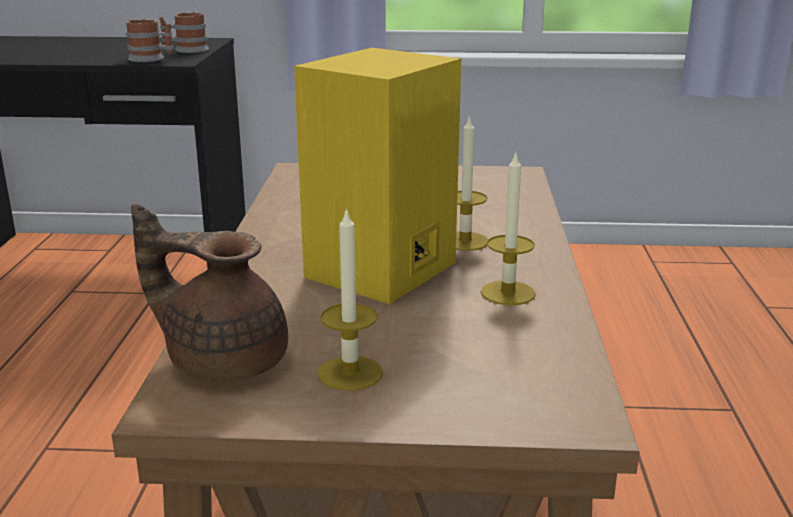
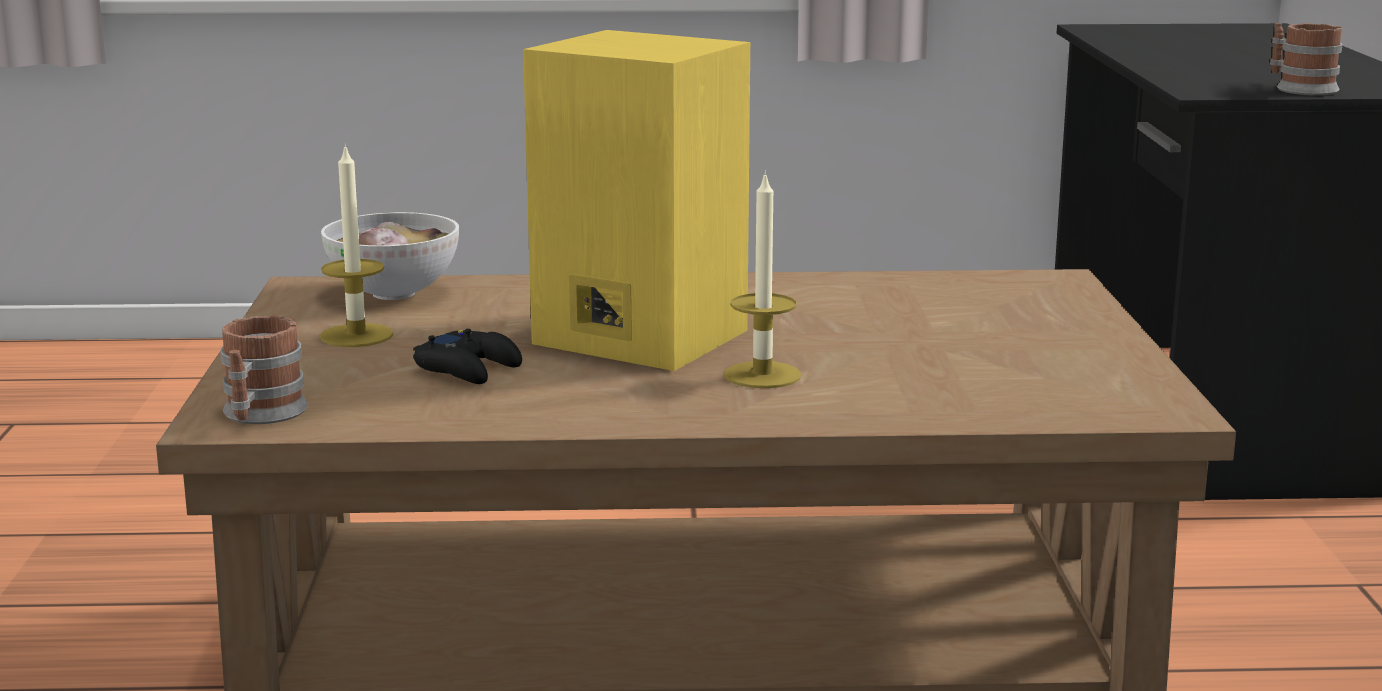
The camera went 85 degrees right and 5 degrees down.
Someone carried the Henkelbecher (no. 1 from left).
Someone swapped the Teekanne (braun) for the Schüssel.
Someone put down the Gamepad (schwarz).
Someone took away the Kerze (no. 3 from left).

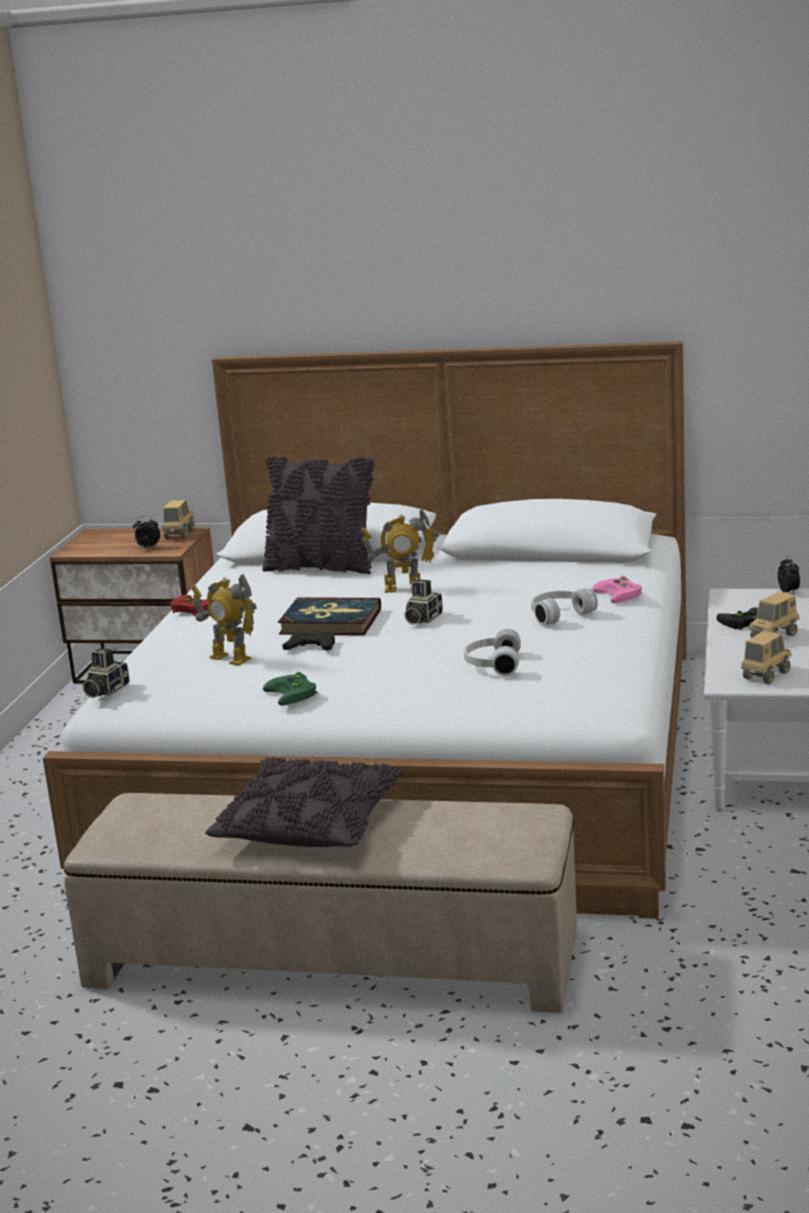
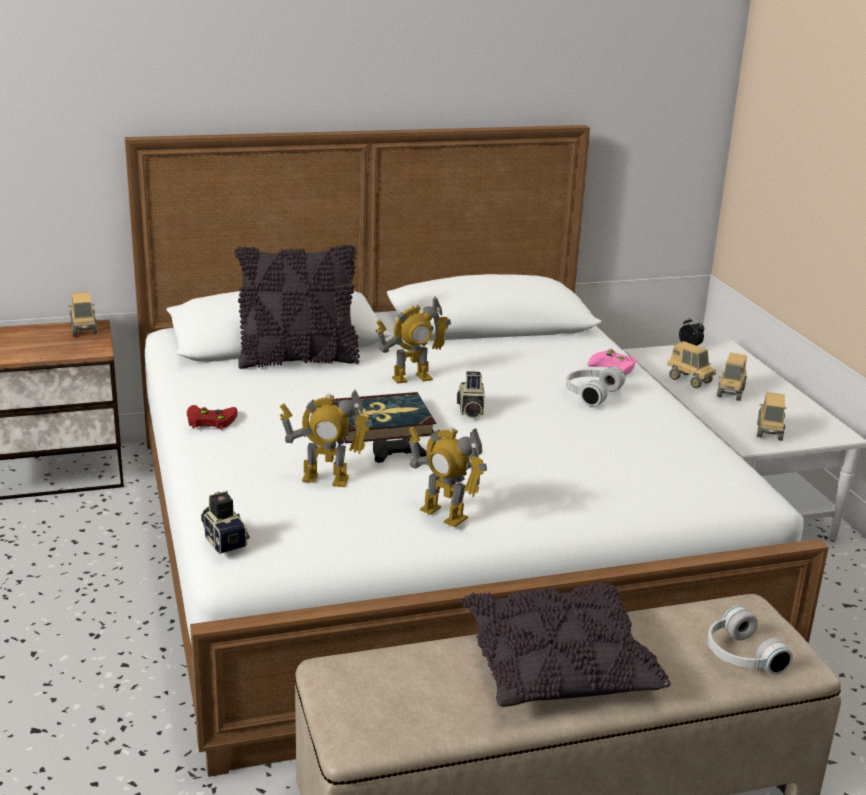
The camera went 30 degrees left and 5 degrees up.
Someone rotated the Kamera (no. 1 from left) by 150 degrees clockwise.
Someone swapped the Gamepad (grün) for the Spielzeugroboter (no. 3 from left).
Someone swapped the Gamepad (schwarz) (no. 2 from left) for the Spielzeuglaster (no. 2 from left).
Someone carried the Kopfhörer (weiß) (no. 1 from left in the first image).
Someone took away the Wecker (no. 1 from left).

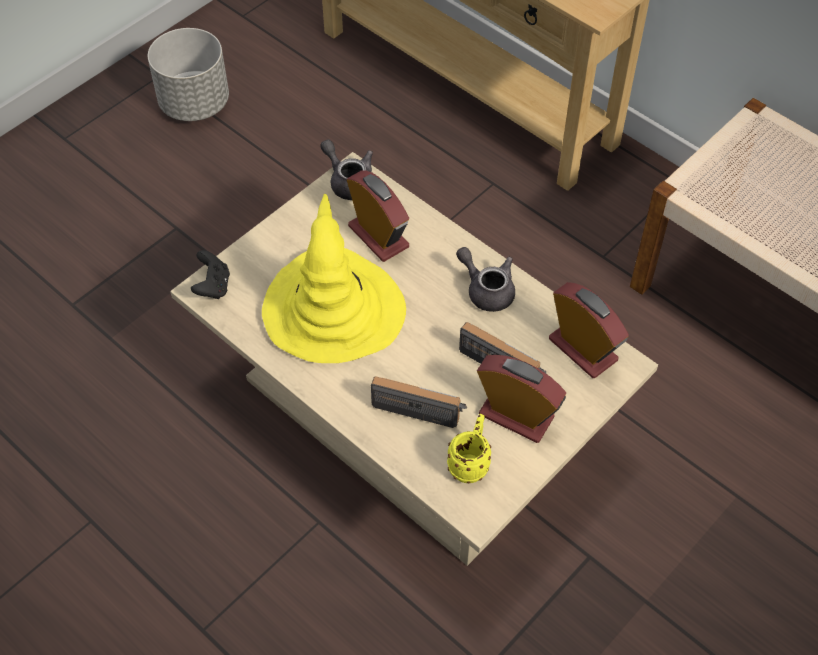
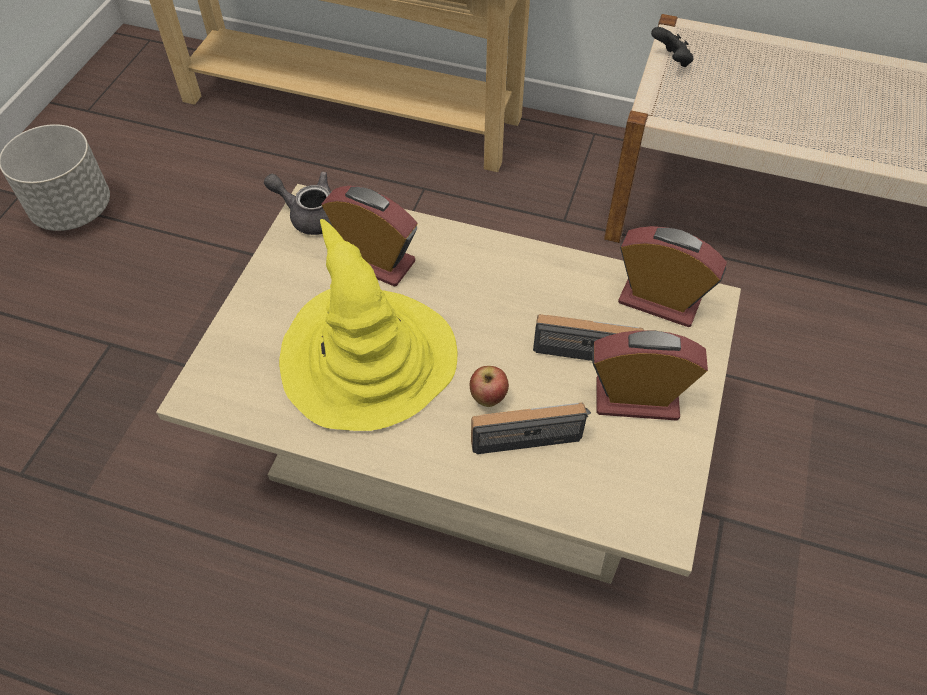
The camera went 25 degrees left and 0 degrees up.
Someone put down the Apfel.
Someone carried the Gamepad (schwarz).
Someone took away the Henkelbecher (gelb).
Someone took away the Teekanne (grau) (no. 2 from left).

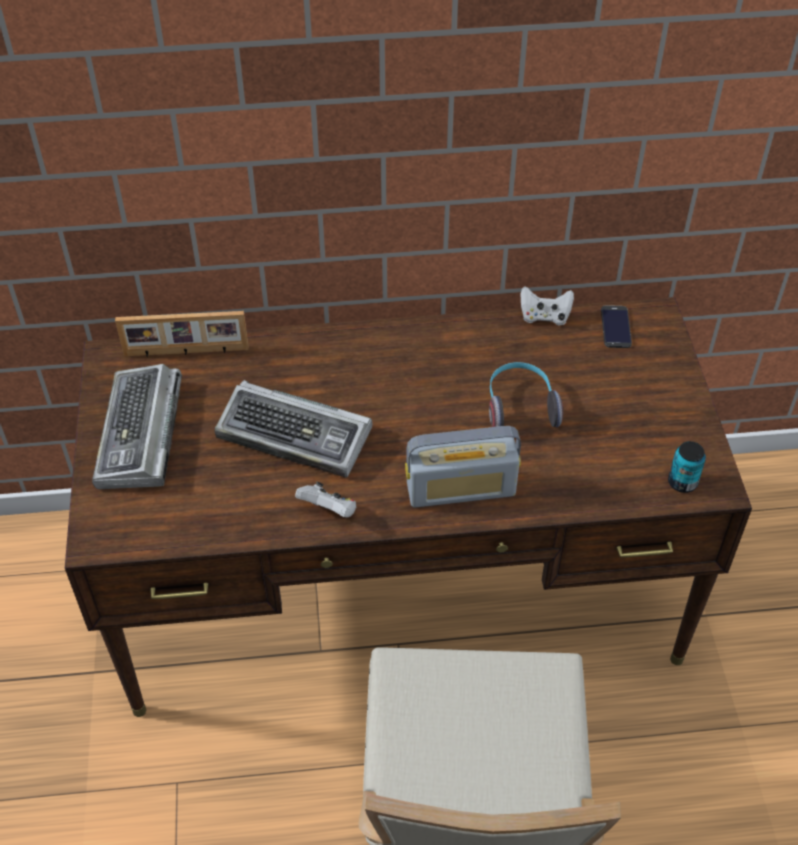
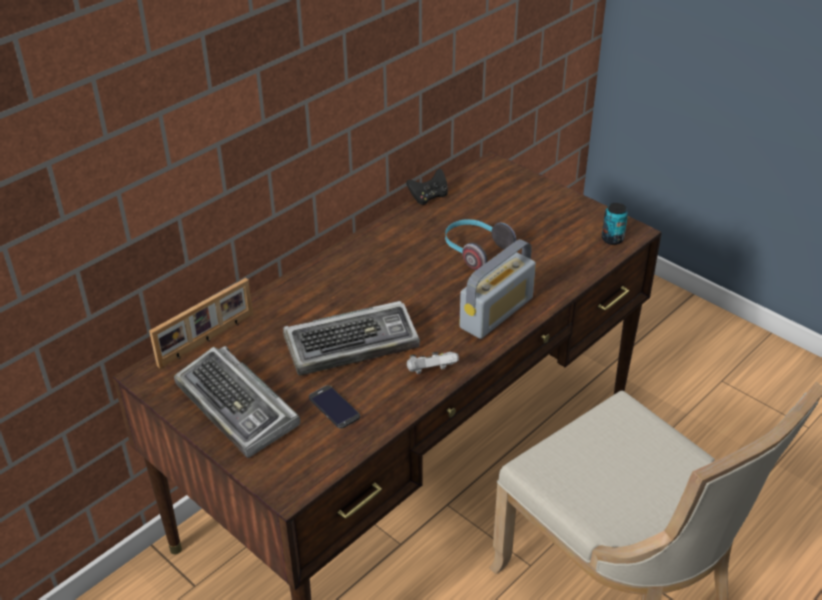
The camera went 40 degrees left and 10 degrees down.
Someone carried the Handy.
Someone repainted the Gamepad (weiß) (no. 2 from left), which became the Gamepad (schwarz).

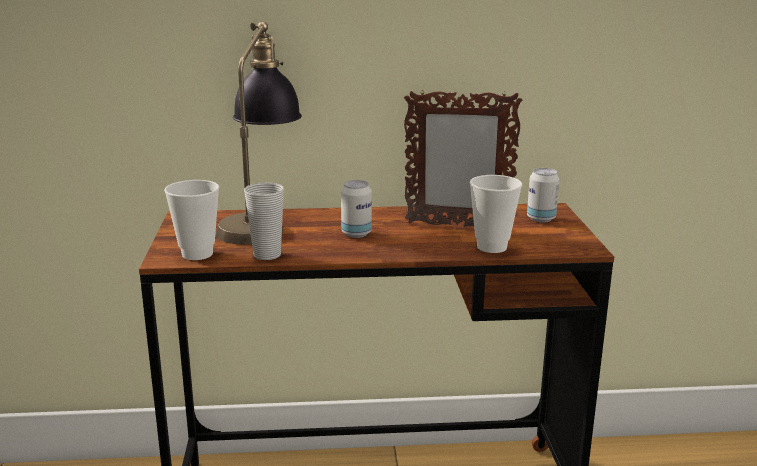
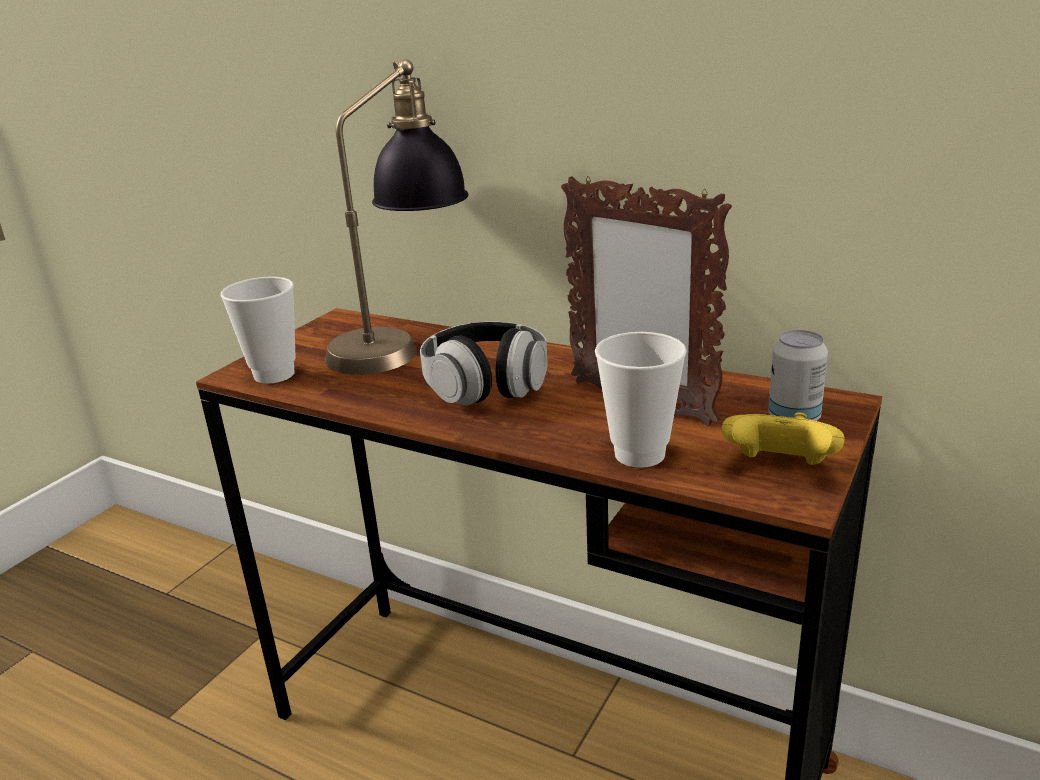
The camera went 35 degrees right and 5 degrees up.
Someone swapped the Dose (no. 1 from left) for the Kopfhörer.
Someone put down the Gamepad (gelb).
Someone took away the Tasse (no. 2 from left).

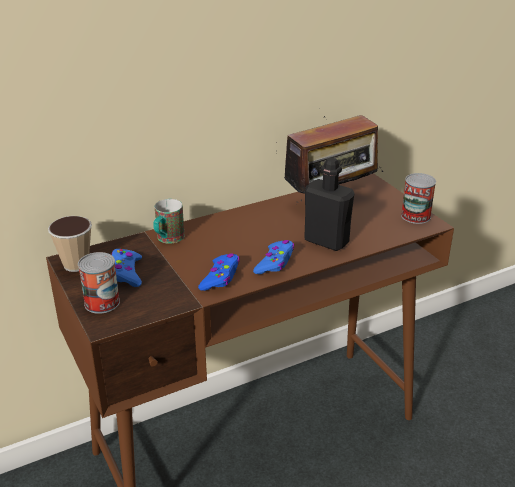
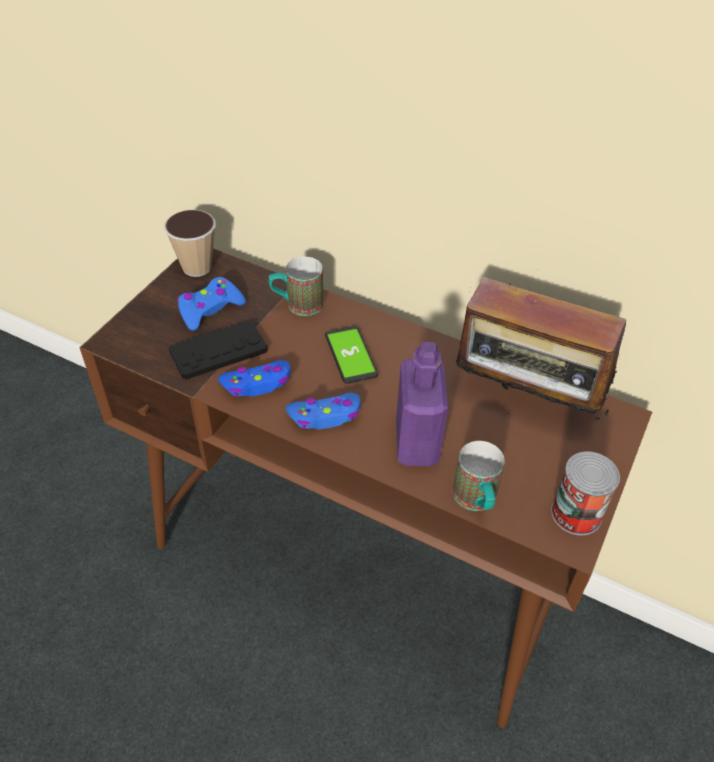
The camera went 55 degrees right and 15 degrees up.
Someone put down the Gamepad (schwarz).
Someone put down the Handy.
Someone repainted the Flasche (schwarz), which became the Flasche (lila).
Someone put down the Henkelbecher (no. 2 from left).
Someone took away the Dose (no. 1 from left).

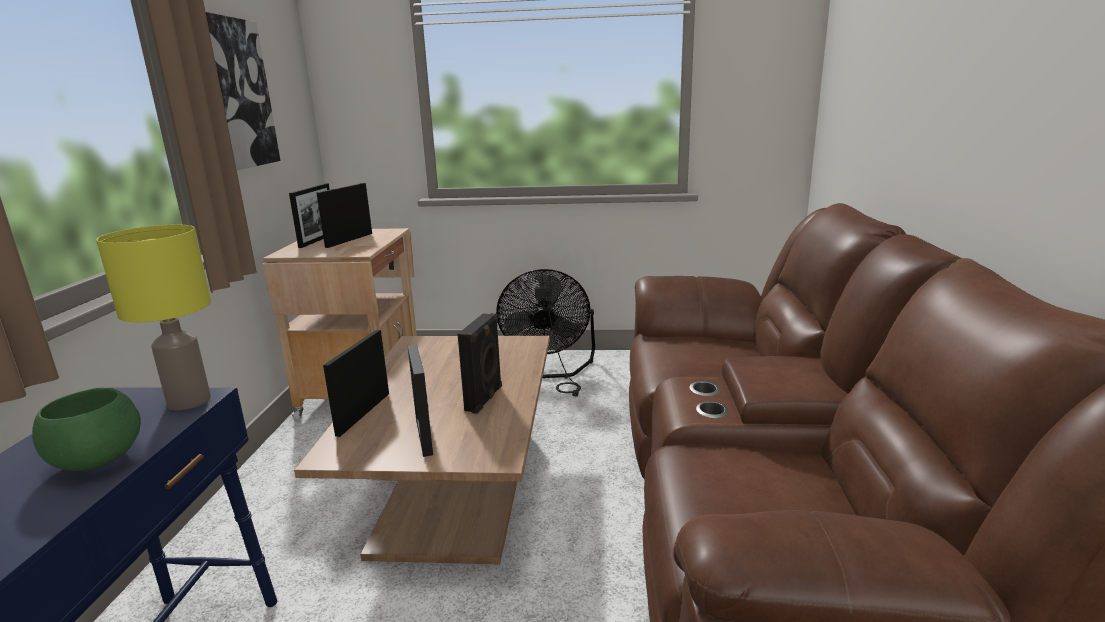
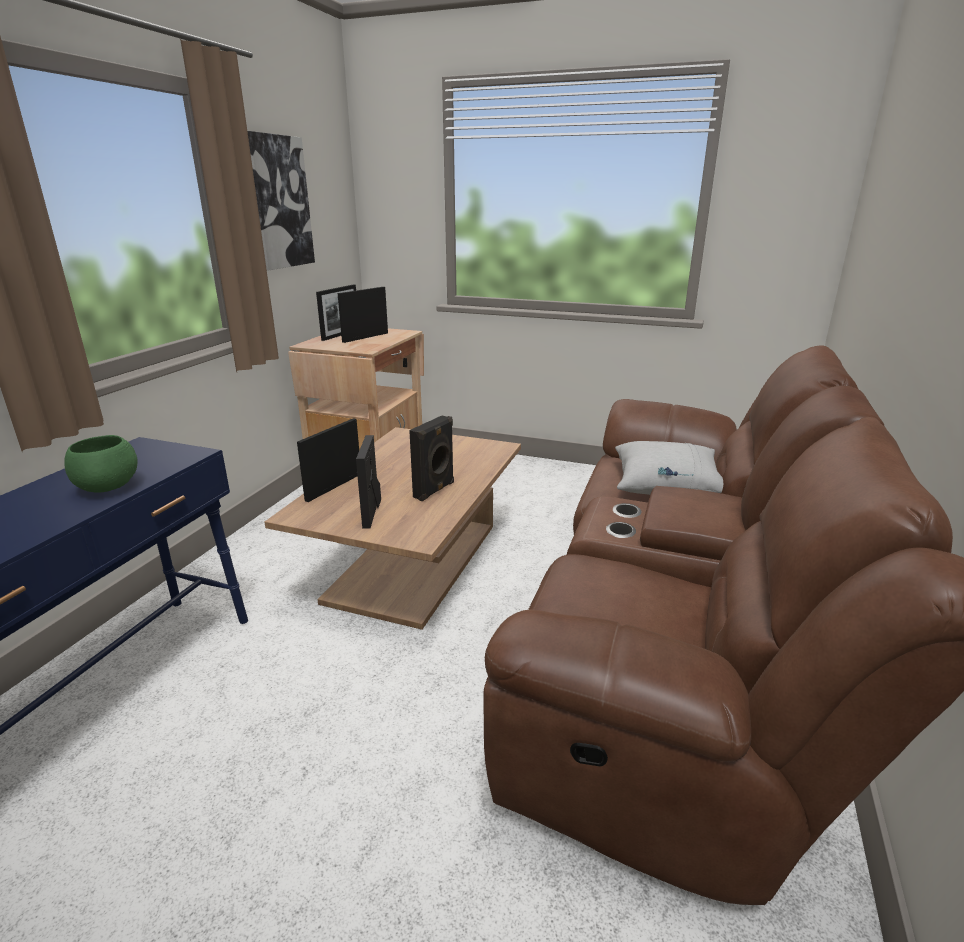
The camera went 15 degrees right and 5 degrees up.
Someone put down the Kissen (grau).
Someone took away the Tischlampe (gelb).
Someone took away the Ventilator (schwarz).

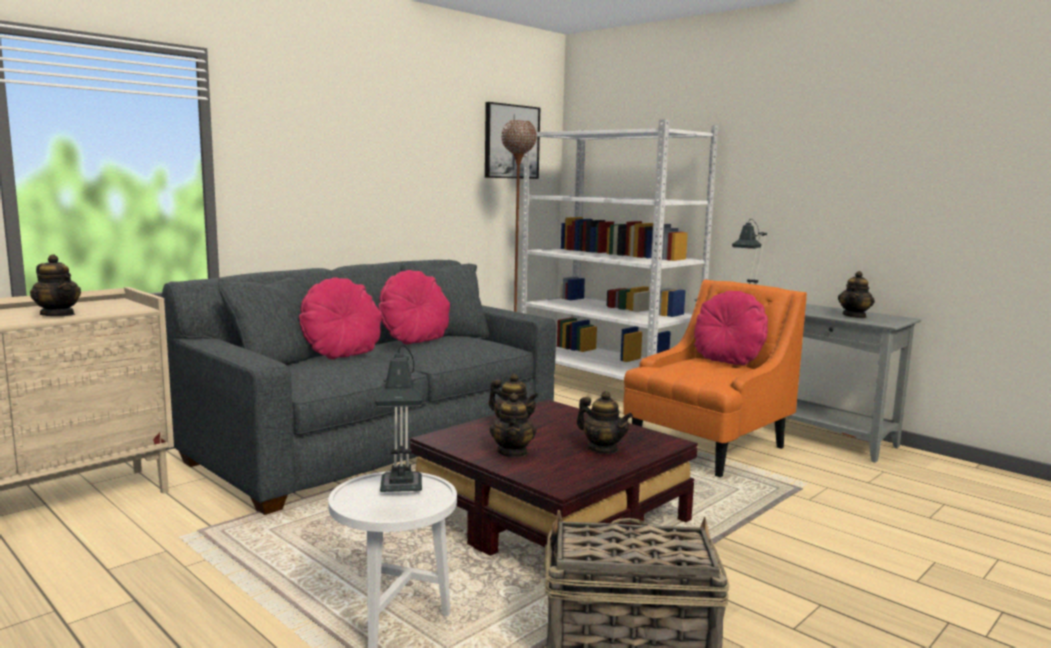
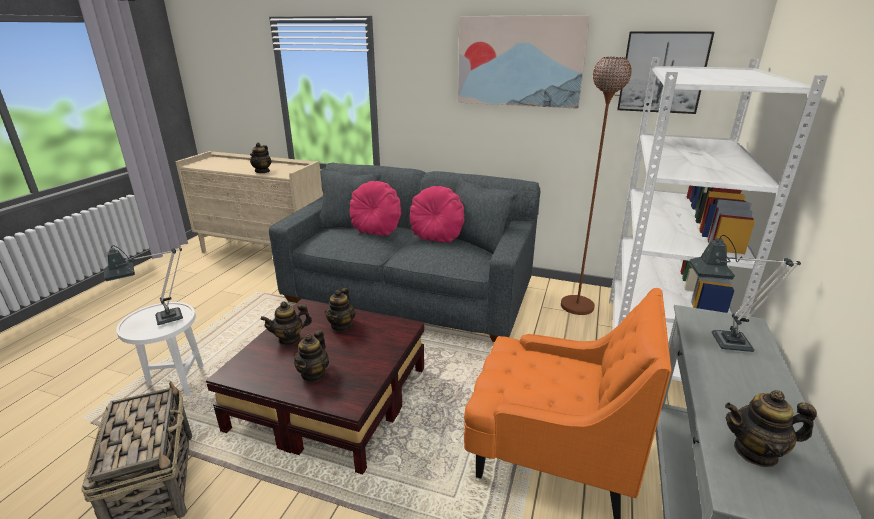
The camera went 65 degrees right and 15 degrees up.
Someone put up the Bild (no. 1 from left).
Someone took away the Kissen (rosa) (no. 3 from left).

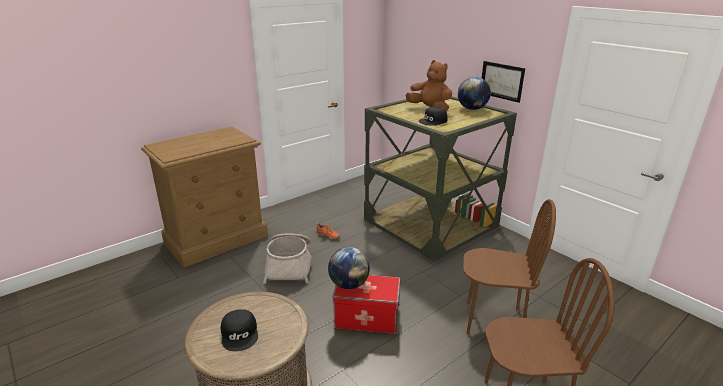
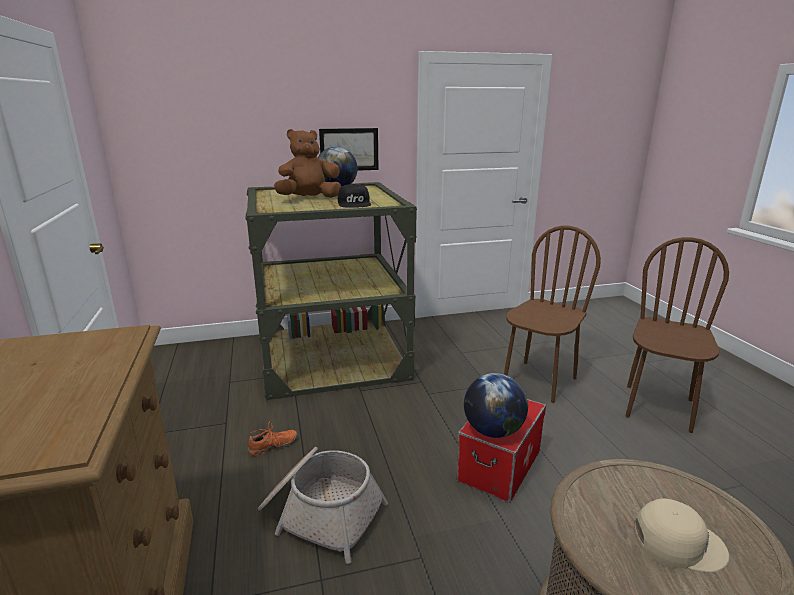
The camera went 65 degrees left and 5 degrees down.
Someone repainted the Kappe (schwarz) (no. 1 from left), which became the Kappe (beige).

